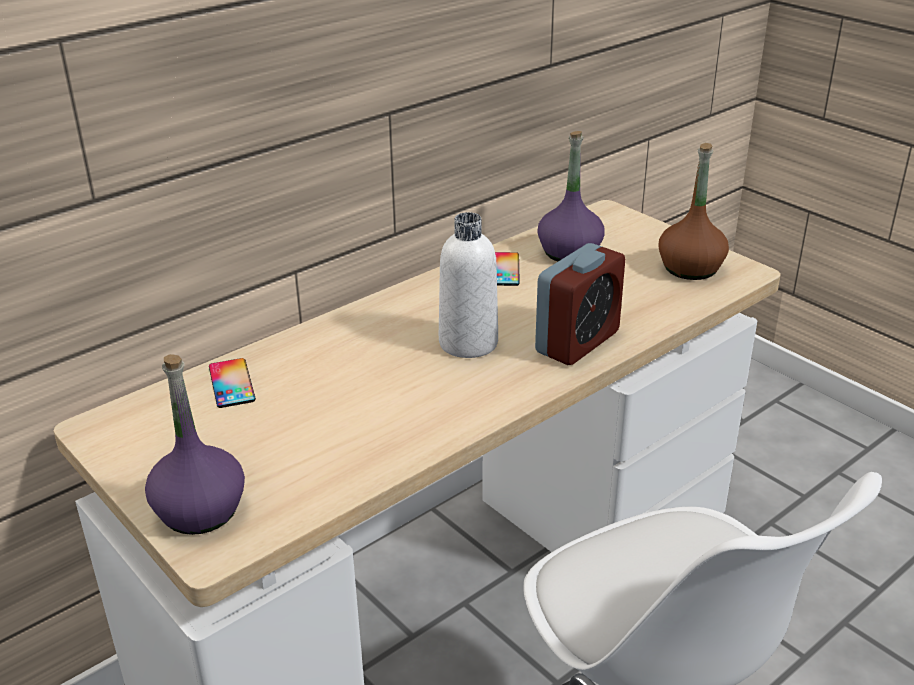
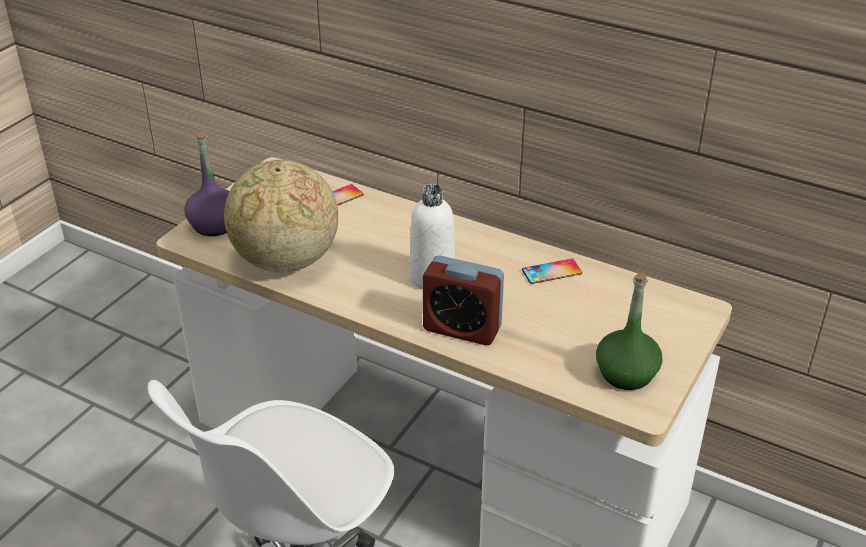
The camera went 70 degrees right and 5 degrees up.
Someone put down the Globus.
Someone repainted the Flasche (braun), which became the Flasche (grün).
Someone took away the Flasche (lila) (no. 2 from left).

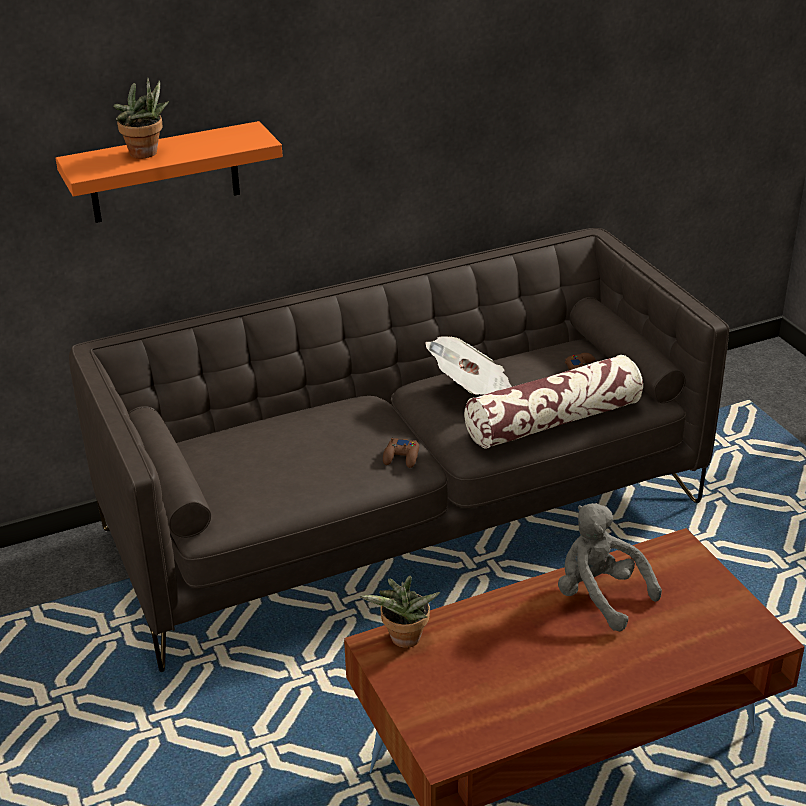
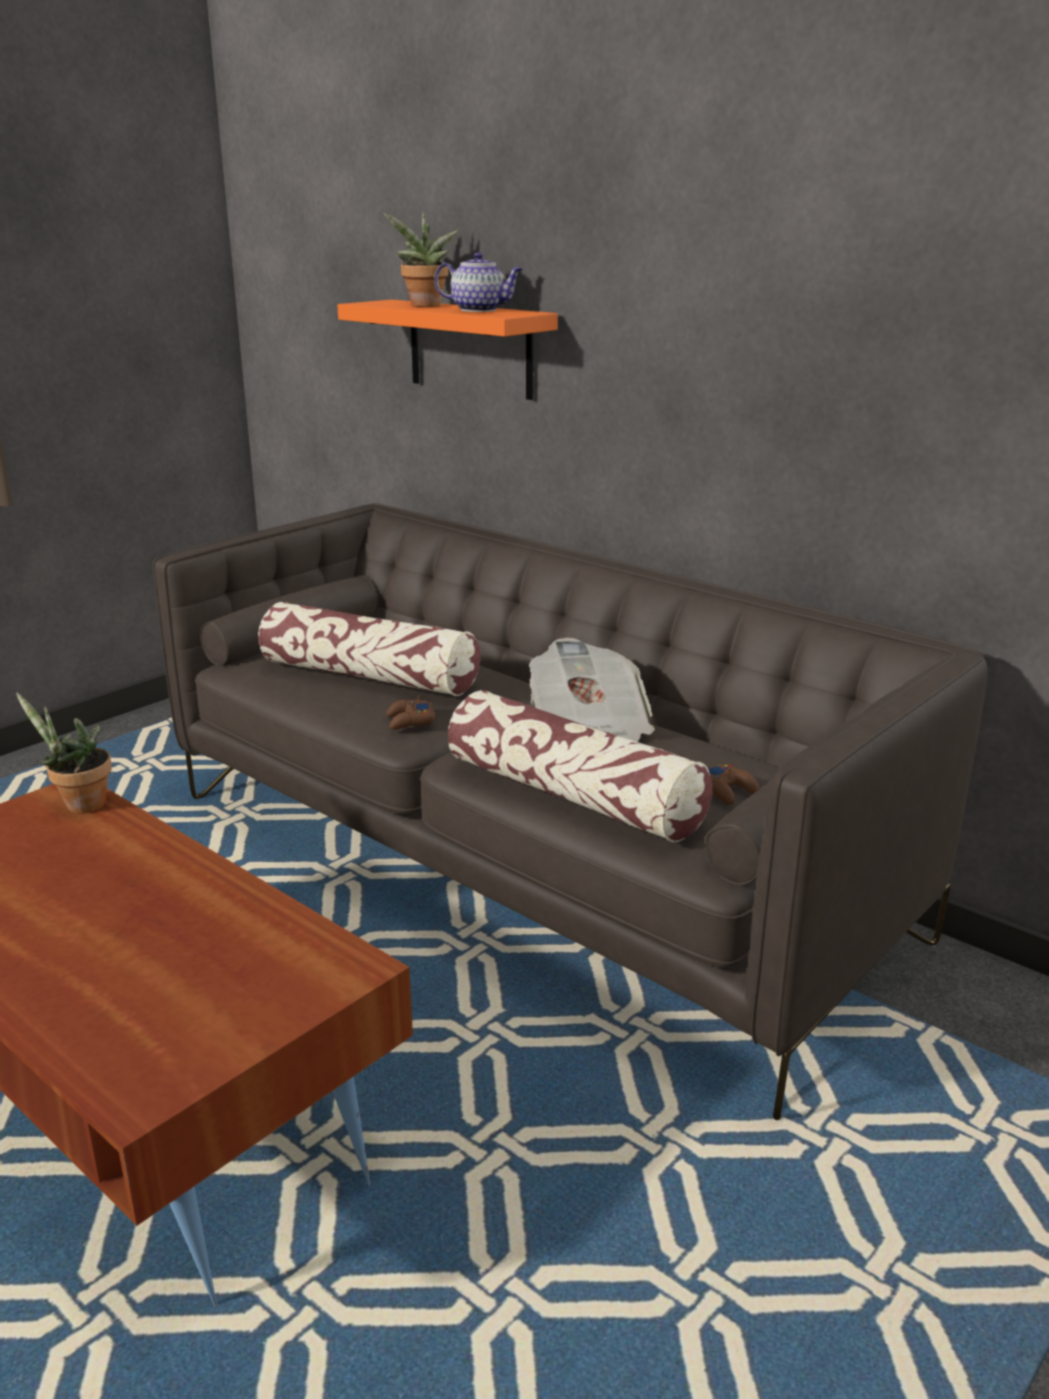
The camera went 65 degrees right and 10 degrees down.
Someone put down the Kissen (no. 1 from left).
Someone put down the Teekanne.
Someone took away the Plüschtier (grau).

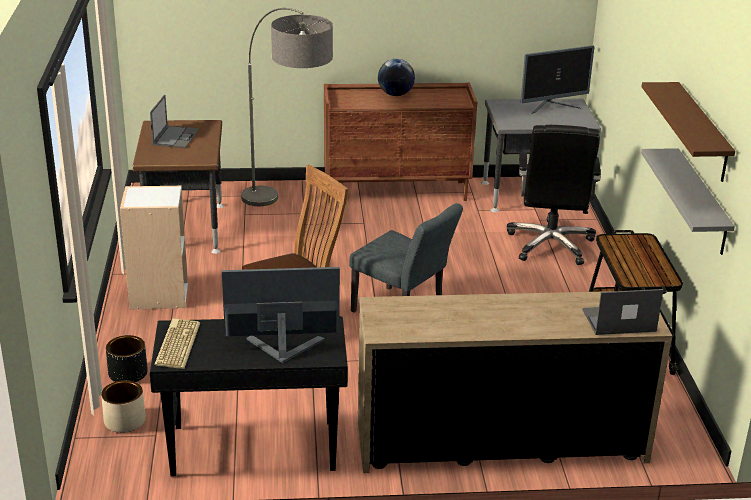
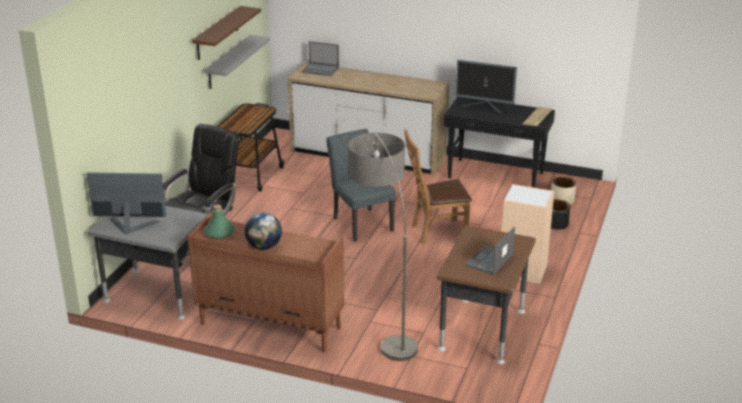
The camera went 155 degrees left and 0 degrees up.
Someone put down the Flasche (grün).

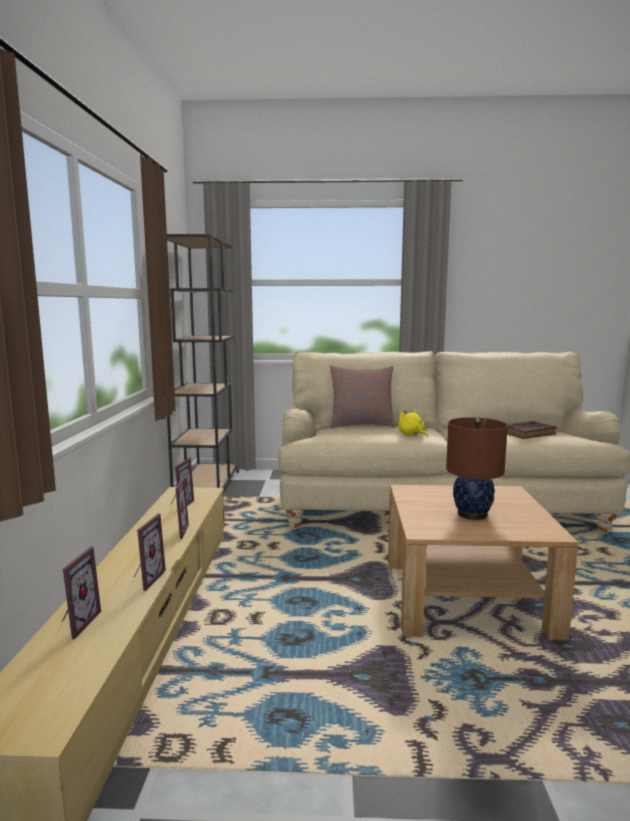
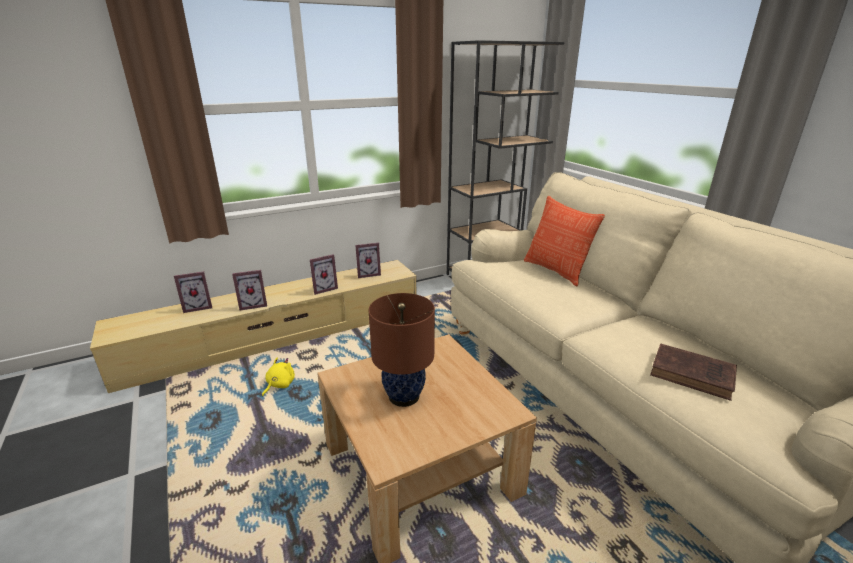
The camera went 60 degrees right and 15 degrees up.
Someone carried the Plüschtier (gelb).
Someone repainted the Kissen (grau), which became the Kissen (orange).

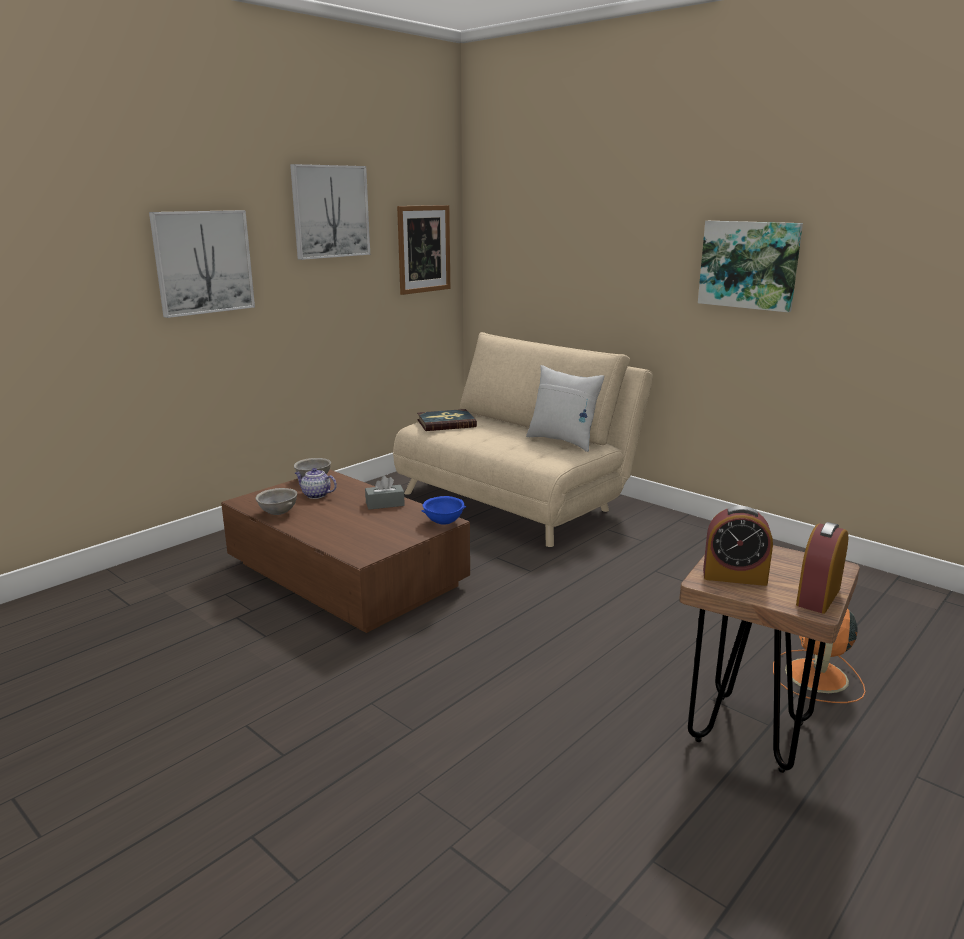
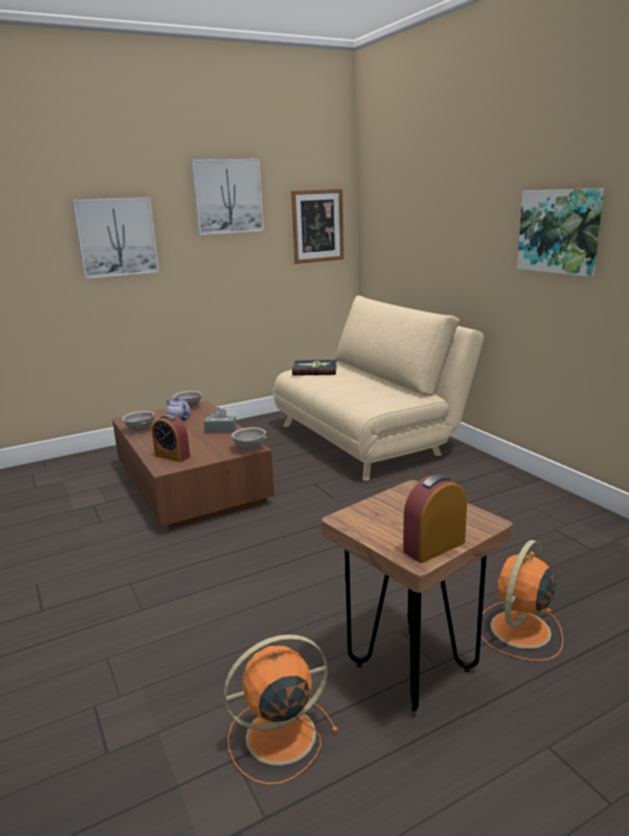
The camera went 20 degrees right and 0 degrees up.
Someone carried the Wecker (no. 1 from left).
Someone put down the Ventilator (orange) (no. 1 from left).
Someone repainted the Schüssel (blau), which became the Schüssel (grau) (no. 3 from left).
Someone took away the Kissen (grau).

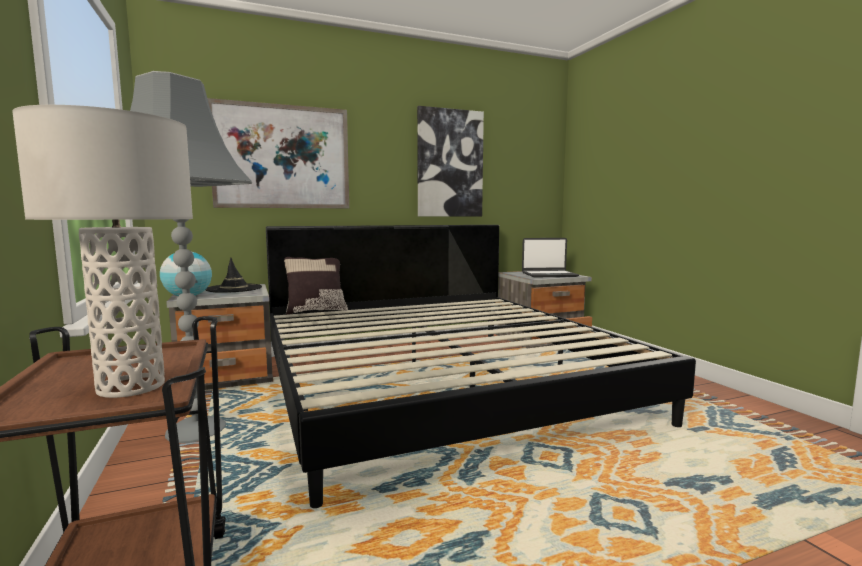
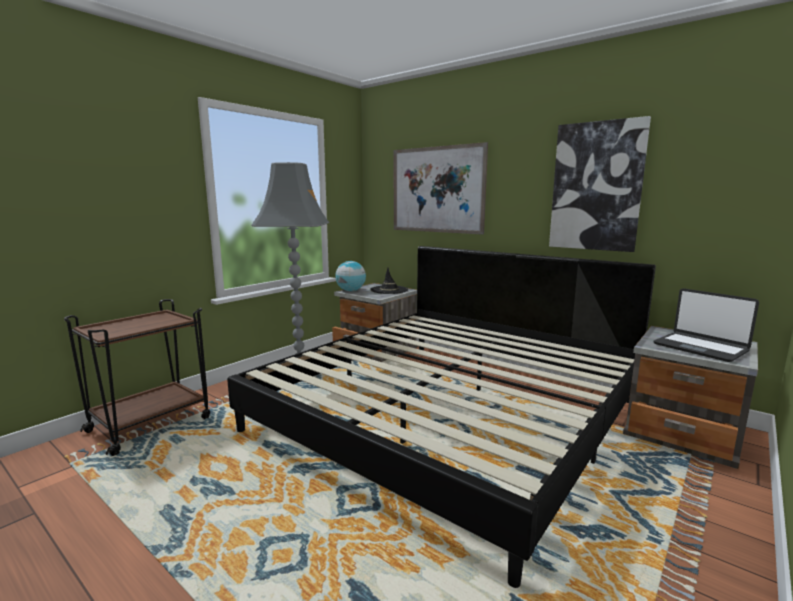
The camera went 60 degrees right and 5 degrees up.
Someone took away the Tischlampe (weiß).
Someone took away the Kissen.

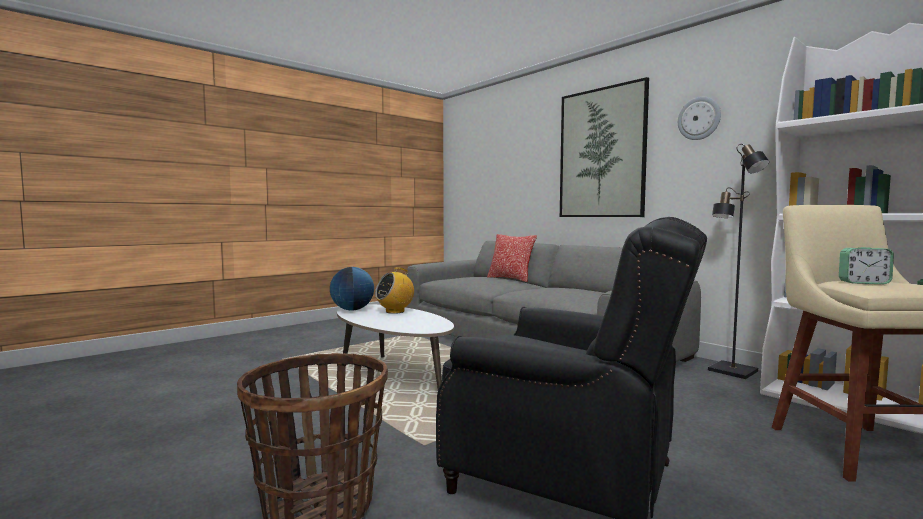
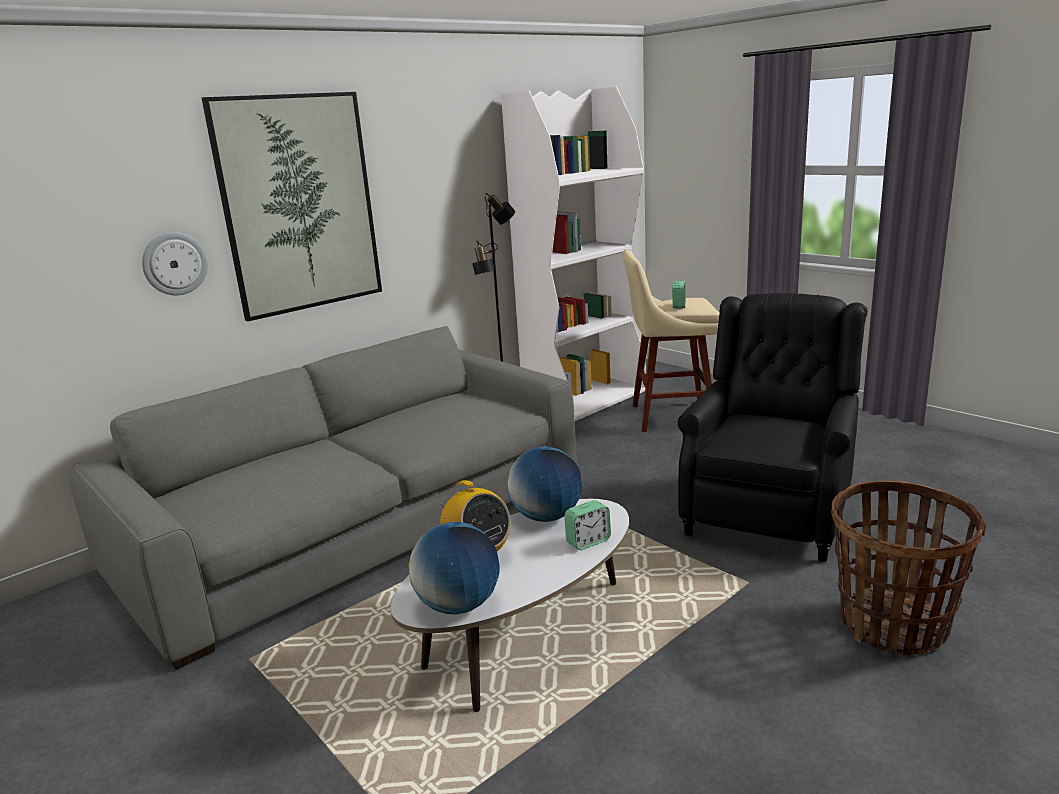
The camera went 90 degrees left and 15 degrees up.
Someone carried the Wanduhr.
Someone put down the Globus (no. 2 from left).
Someone put down the Wecker (no. 1 from left).
Someone took away the Kissen.

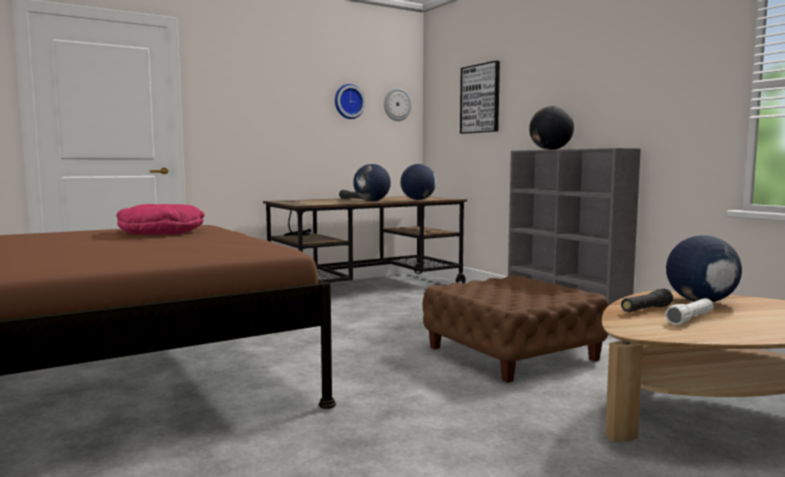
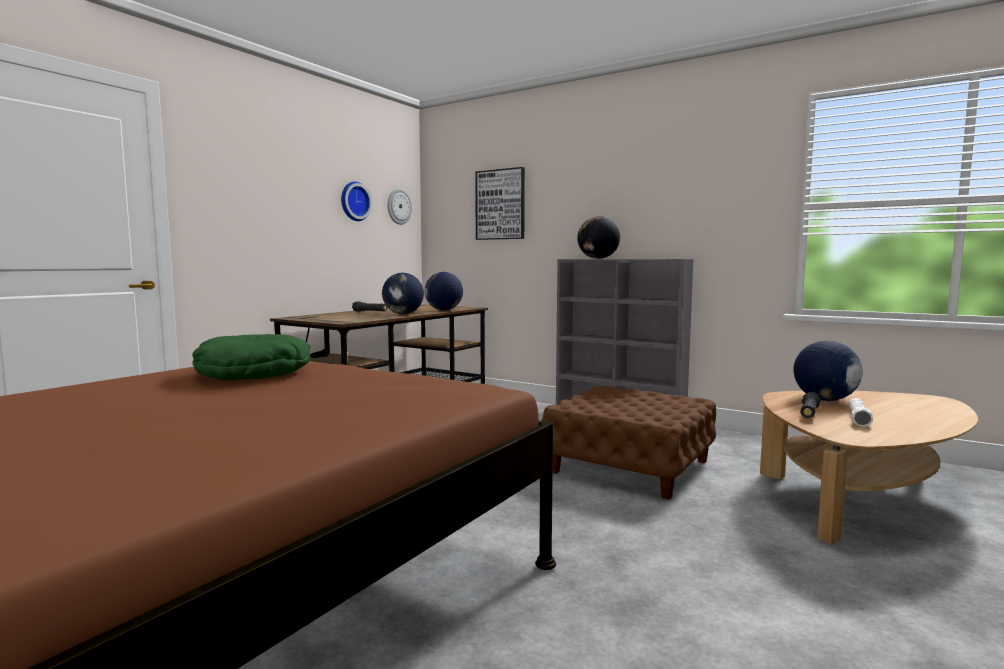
The camera went 25 degrees left and 0 degrees up.
Someone repainted the Kissen (rosa), which became the Kissen (grün).

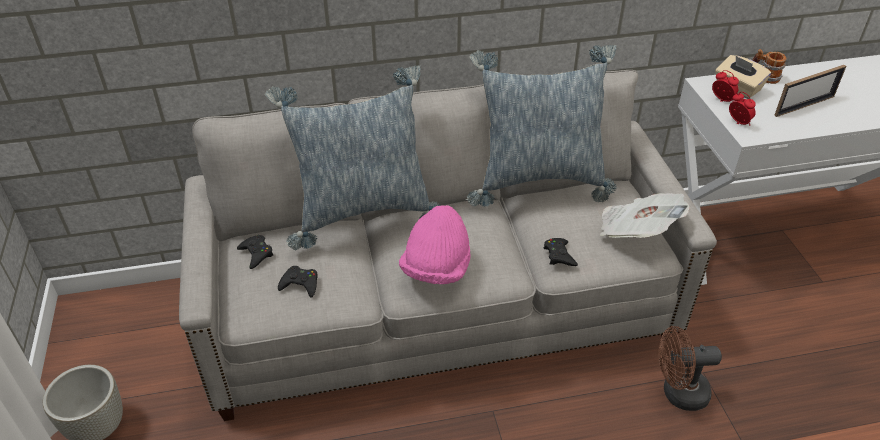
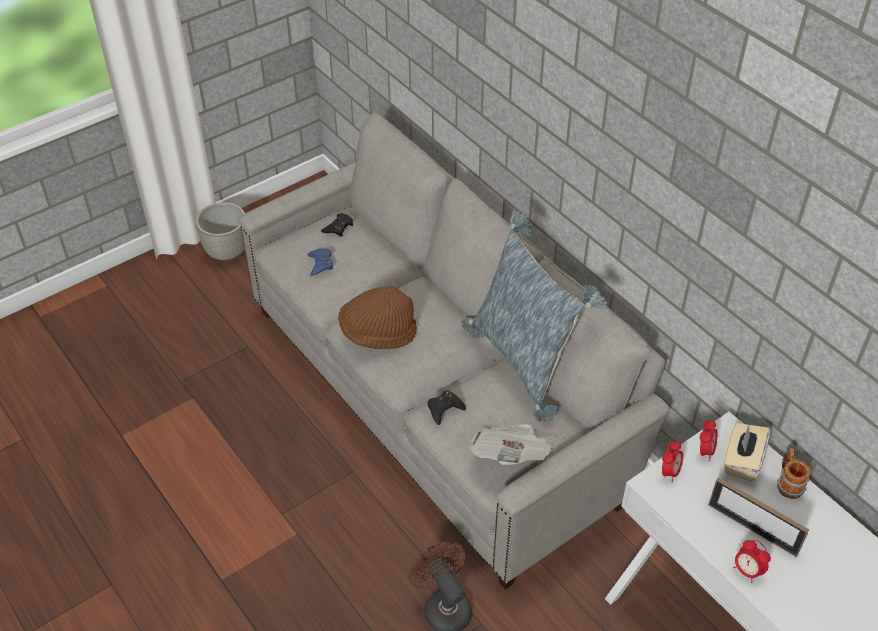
The camera went 65 degrees right and 5 degrees up.
Someone repainted the Gamepad (schwarz) (no. 2 from left), which became the Gamepad (blau).
Someone repainted the Hut (rosa), which became the Hut (braun).
Someone put down the Wecker (no. 3 from left).
Someone took away the Kissen (no. 1 from left).

